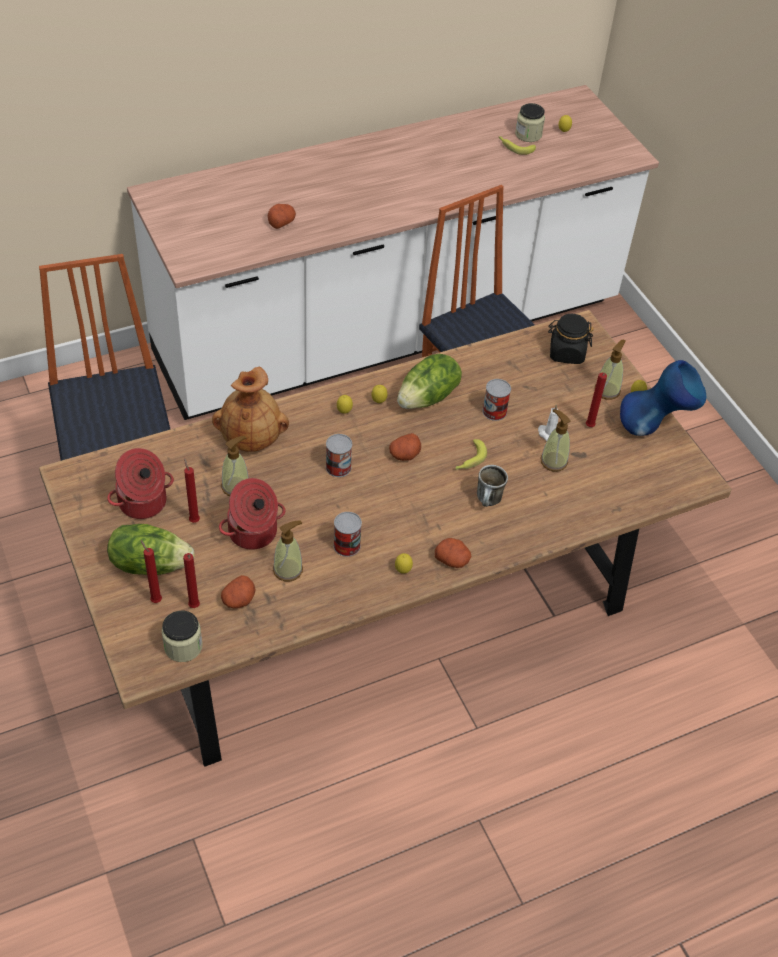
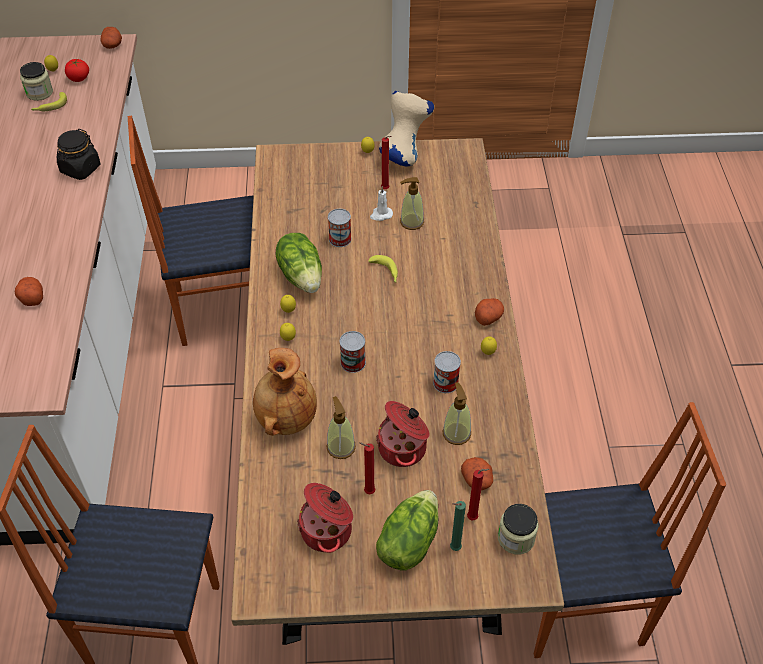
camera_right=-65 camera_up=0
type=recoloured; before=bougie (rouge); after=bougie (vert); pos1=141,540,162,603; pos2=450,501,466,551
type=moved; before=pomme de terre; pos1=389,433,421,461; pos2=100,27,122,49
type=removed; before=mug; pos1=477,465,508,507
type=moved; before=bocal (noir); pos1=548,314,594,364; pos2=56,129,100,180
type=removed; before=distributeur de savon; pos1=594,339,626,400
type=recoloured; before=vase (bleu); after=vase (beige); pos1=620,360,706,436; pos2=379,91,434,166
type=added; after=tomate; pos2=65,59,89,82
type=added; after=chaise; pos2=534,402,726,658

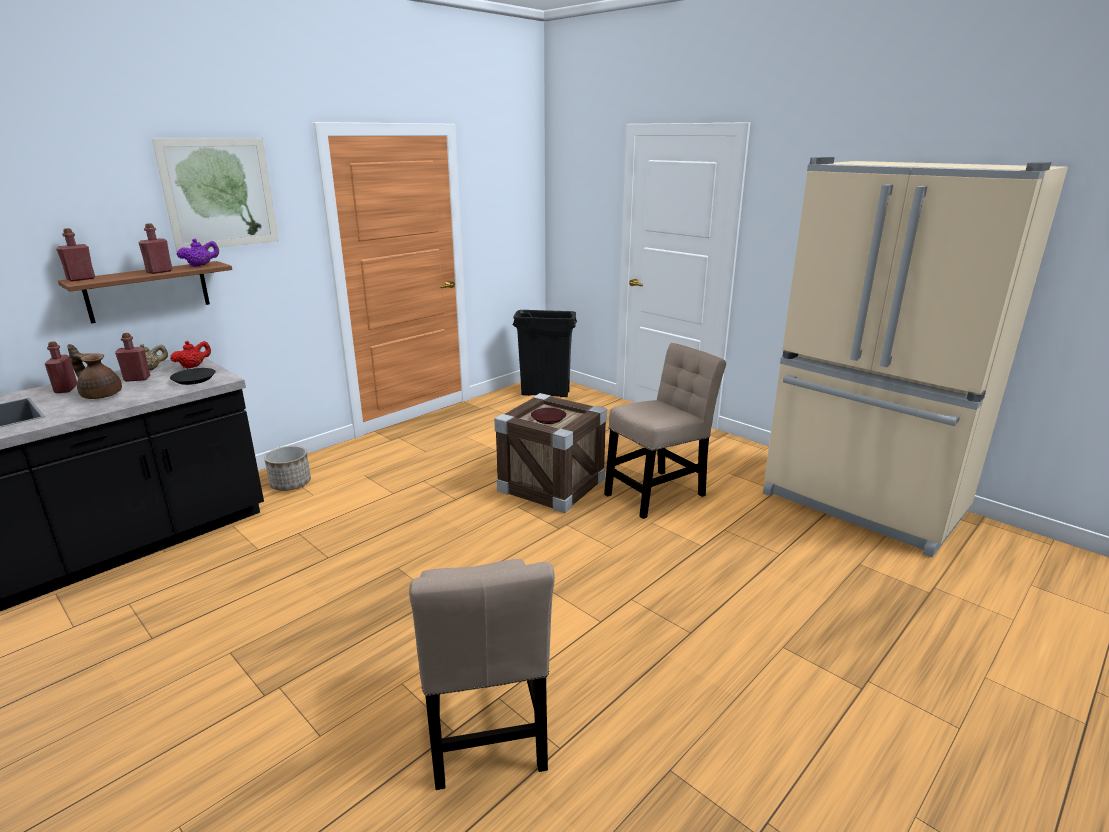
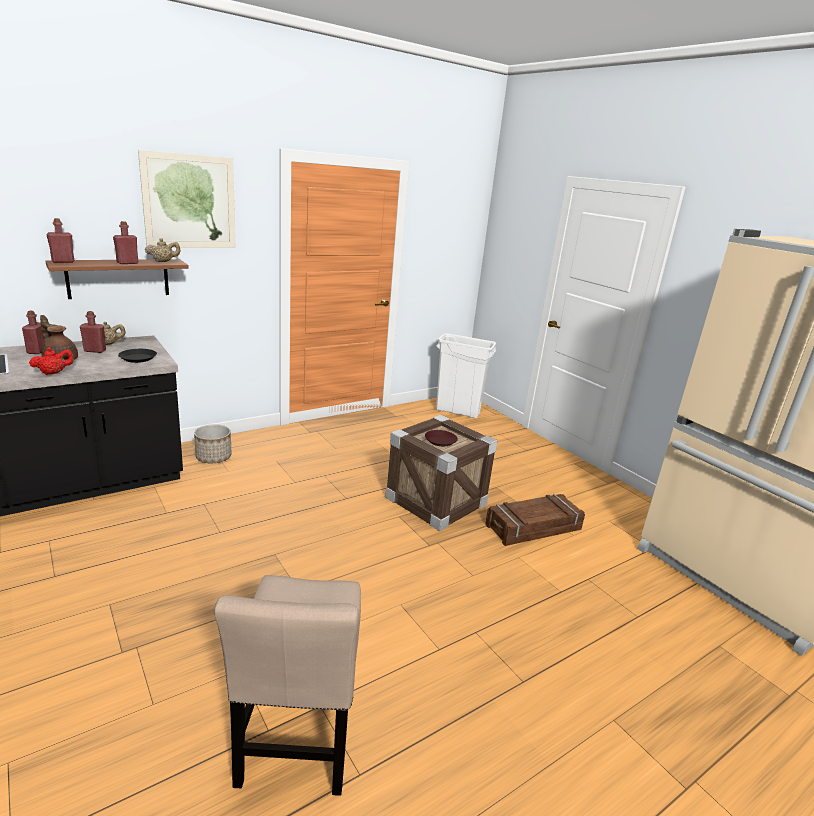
camera_right=10 camera_up=0
type=moved; before=théière (rouge); pos1=170,341,211,369; pos2=29,347,74,375
type=recoloured; before=théière (violet); after=théière (beige); pos1=177,238,219,267; pos2=145,238,181,262
type=recoloured; before=poubelle (noir); after=poubelle (blanc); pos1=513,310,577,397; pos2=436,333,496,419
type=replaced; before=chaise (beige); after=caisse; pos1=604,343,726,519; pos2=485,494,585,546

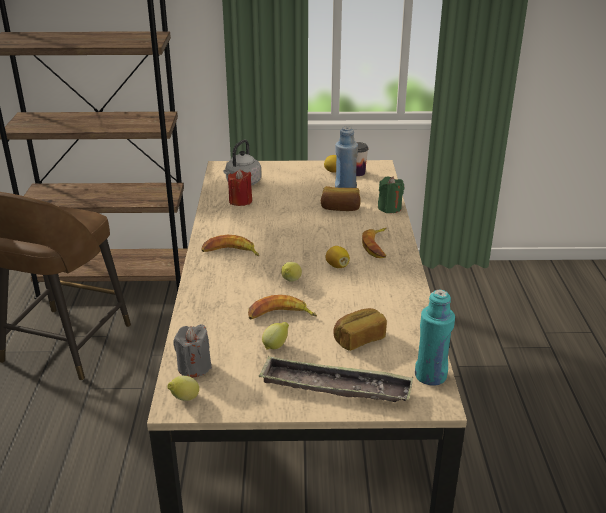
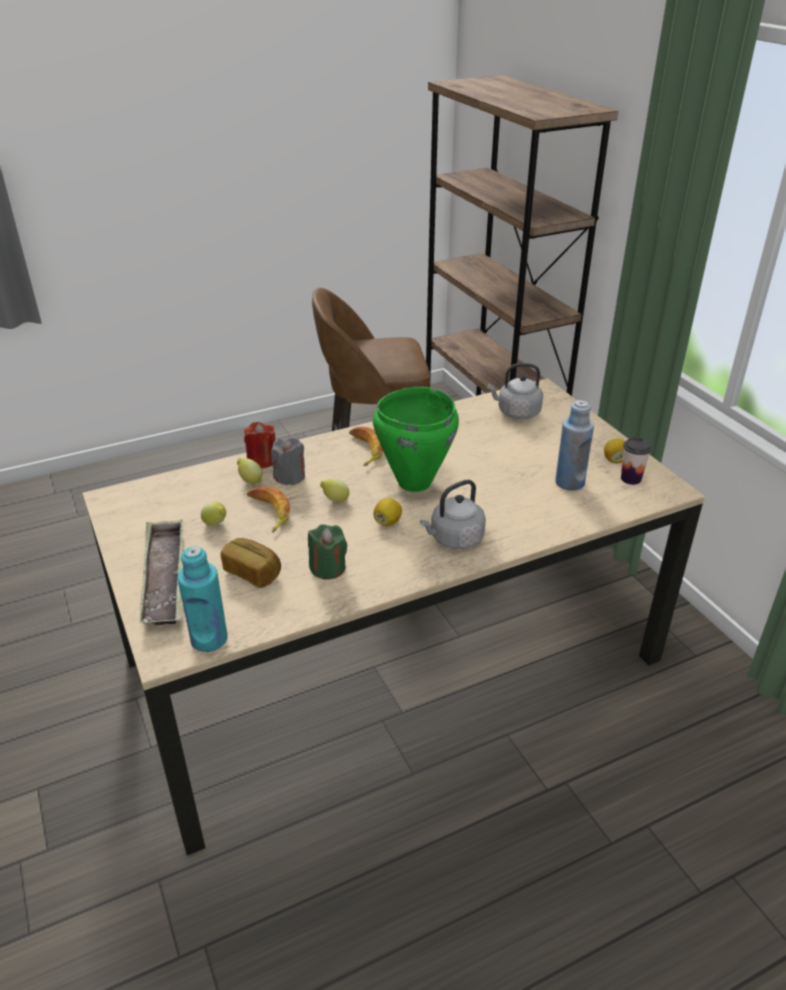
camera_right=65 camera_up=5
type=moved; before=citron; pos1=167,376,199,401; pos2=237,458,263,484
type=moved; before=bougie (gris); pos1=173,324,212,377; pos2=271,438,305,485
type=moved; before=bougie (rouge); pos1=228,169,252,206; pos2=244,422,275,468
type=removed; before=pain; pos1=321,186,361,211
type=replaced; before=banane; after=bouilloire (gris); pos1=362,228,387,258; pos2=420,480,486,549
type=moved; before=bougie (vert); pos1=378,176,404,213; pos2=308,524,347,579
type=added; after=marmite (vert); pos2=373,387,459,492

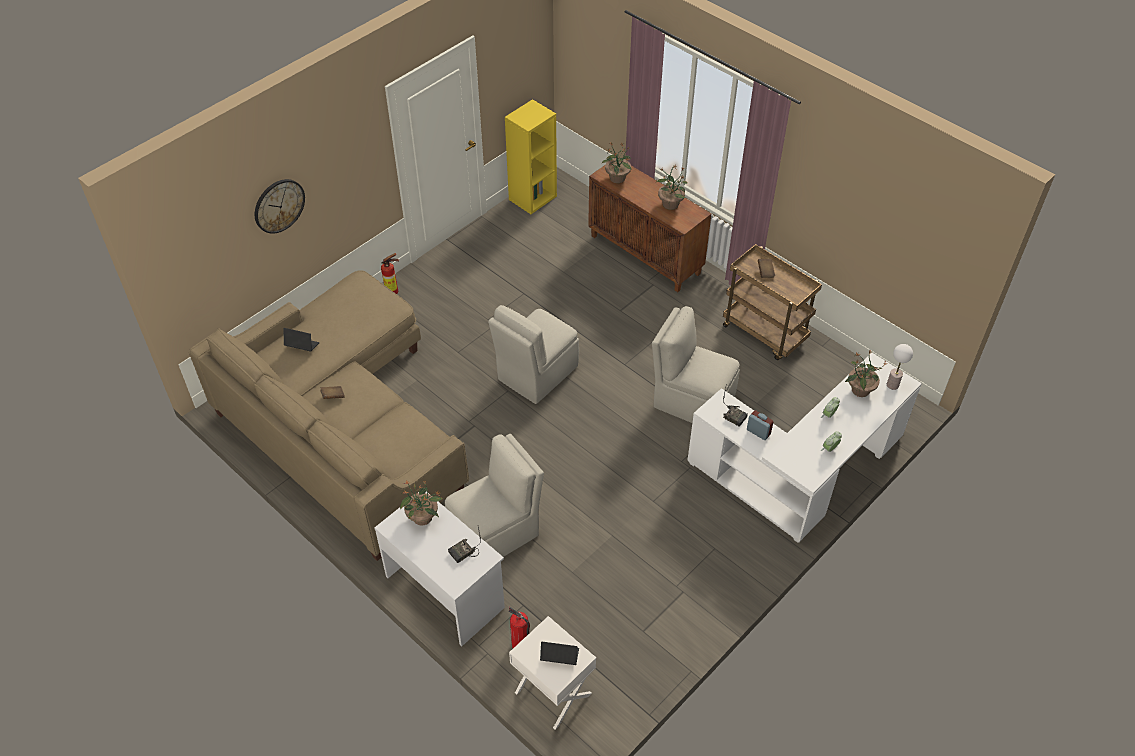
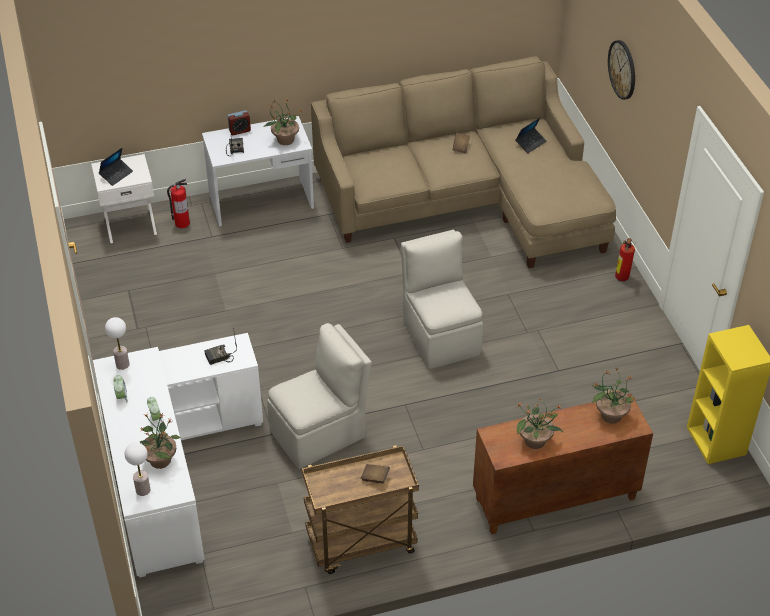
camera_right=120 camera_up=-5
type=removed; before=chaise (beige); pos1=444,434,544,557
type=moved; before=réveil; pos1=747,410,773,440; pos2=228,110,251,135
type=added; after=lampe de table; pos2=105,317,129,370

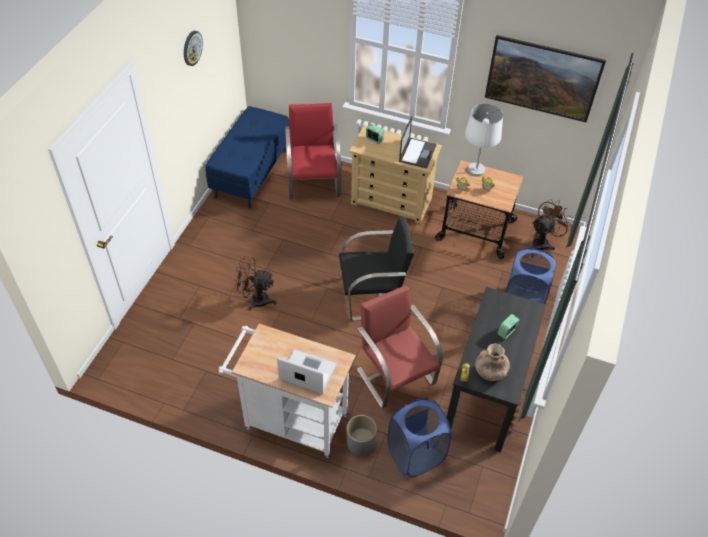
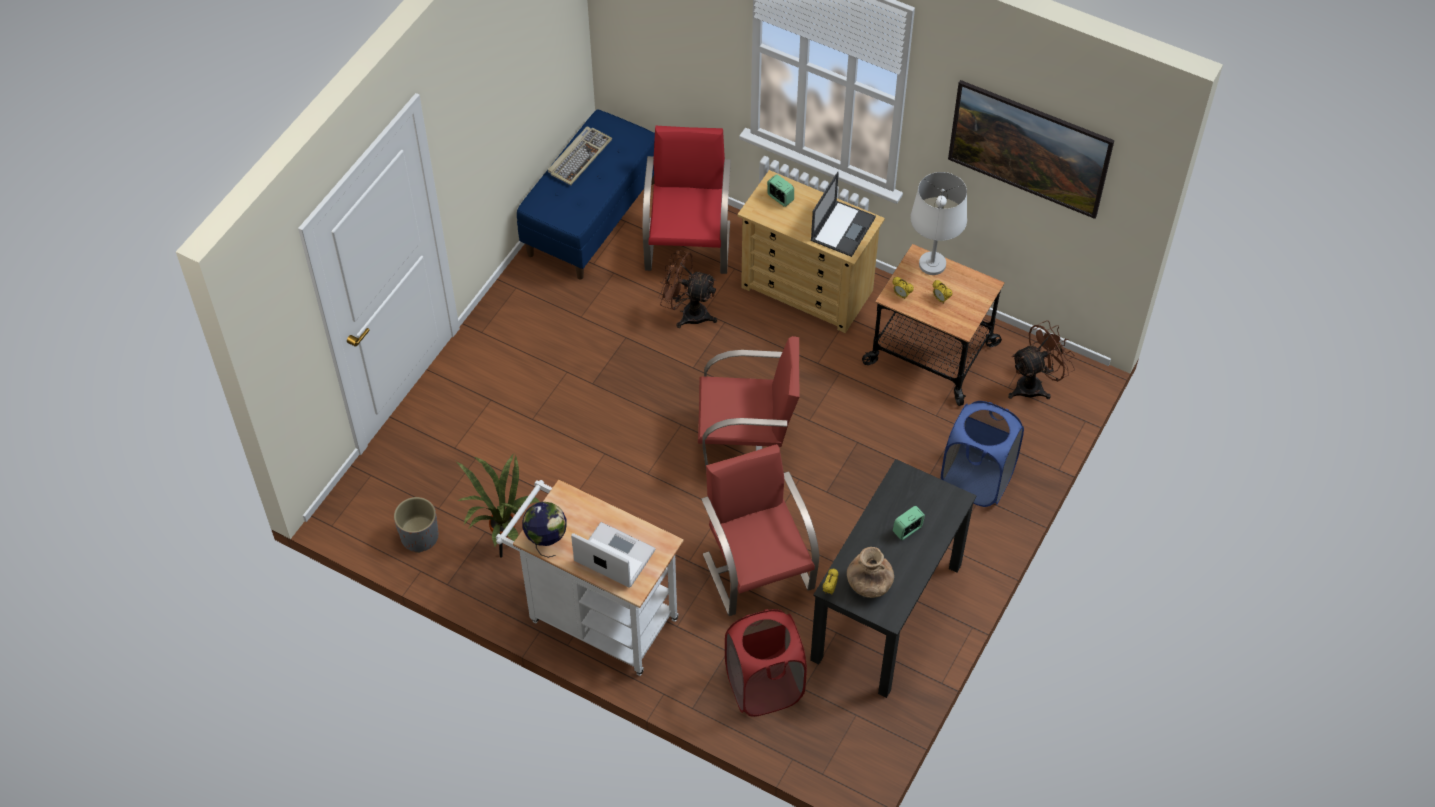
camera_right=10 camera_up=5
type=removed; before=horloge murale; pos1=184,31,203,66
type=moved; before=ventilateur (marron); pos1=234,256,276,310; pos2=658,250,717,328
type=recoloured; before=chaise (noir); after=chaise (rouge); pos1=339,217,414,321; pos2=698,336,800,468
type=moved; before=cache-pot (gris); pos1=346,415,377,456; pos2=394,497,439,553
type=recoloured; before=panier à linge (bleu); after=panier à linge (rouge); pos1=387,398,452,477; pos2=725,609,807,717
type=added; after=plante en pot; pos2=457,454,540,558
type=added; after=globe; pos2=523,502,567,558
type=added; after=clavier; pos2=548,126,612,185

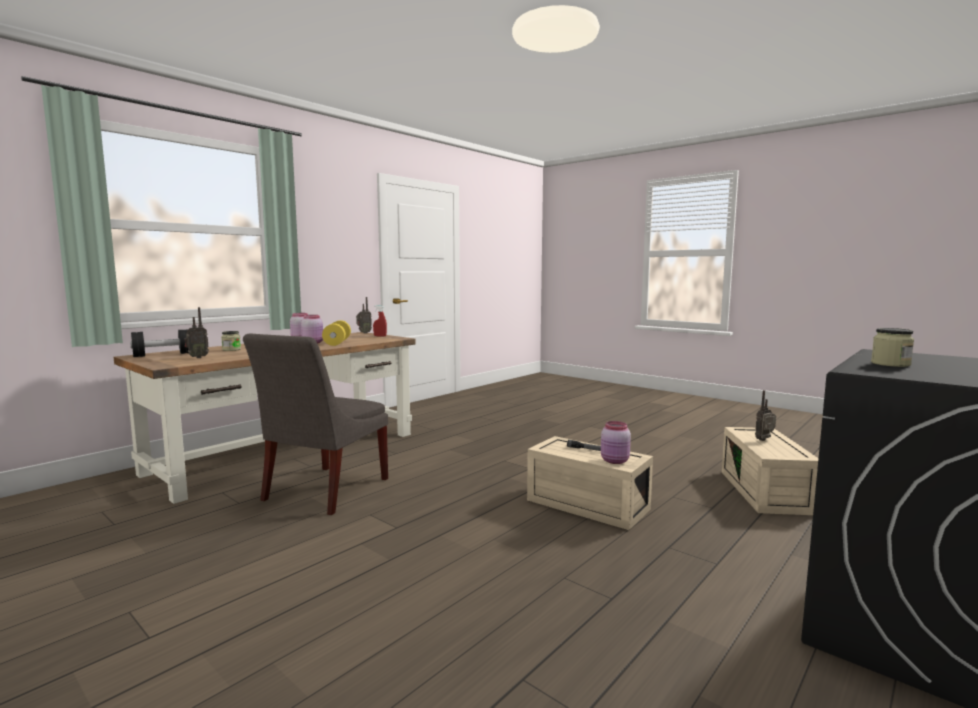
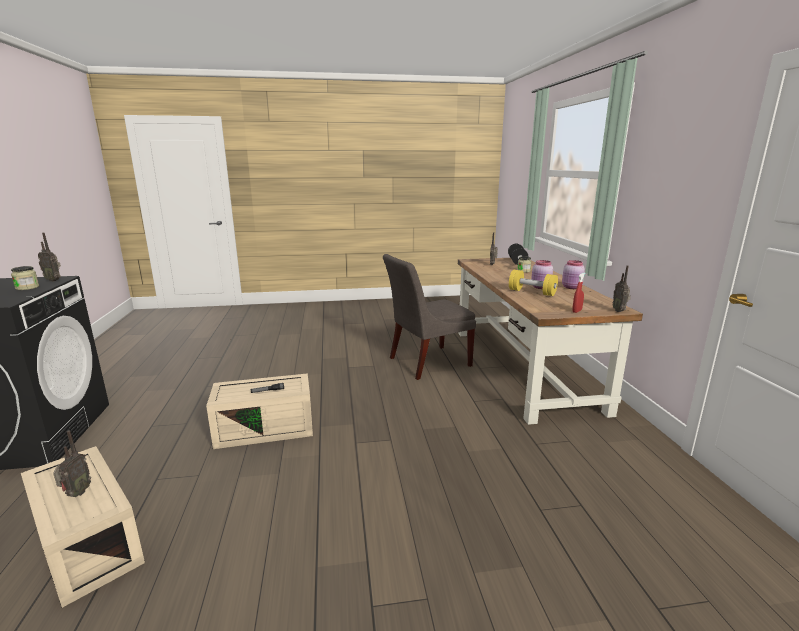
camera_right=130 camera_up=10
type=turned; before=chaise (gris); pos1=243,333,388,515; pos2=383,254,476,380; turn=-90
type=removed; before=bocal (rose); pos1=601,421,631,464
type=added; after=radio; pos2=38,233,61,282

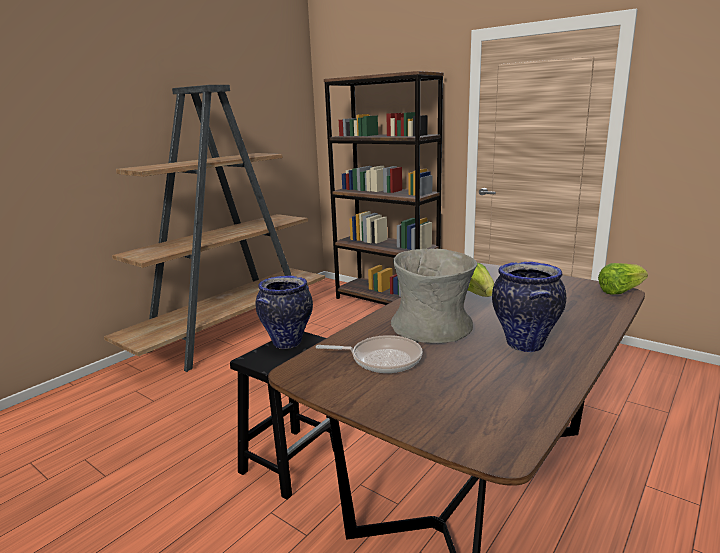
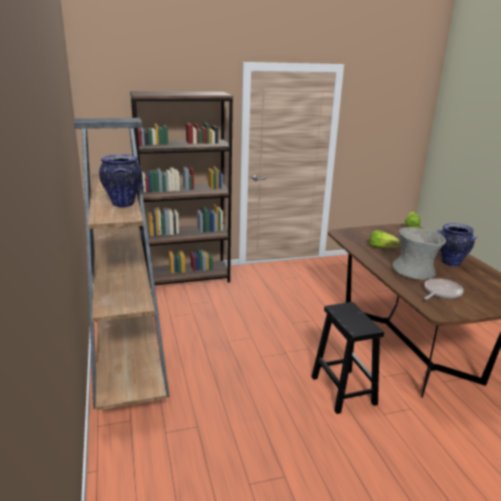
camera_right=-55 camera_up=5
type=moved; before=vase; pos1=256,276,313,349; pos2=99,155,142,207

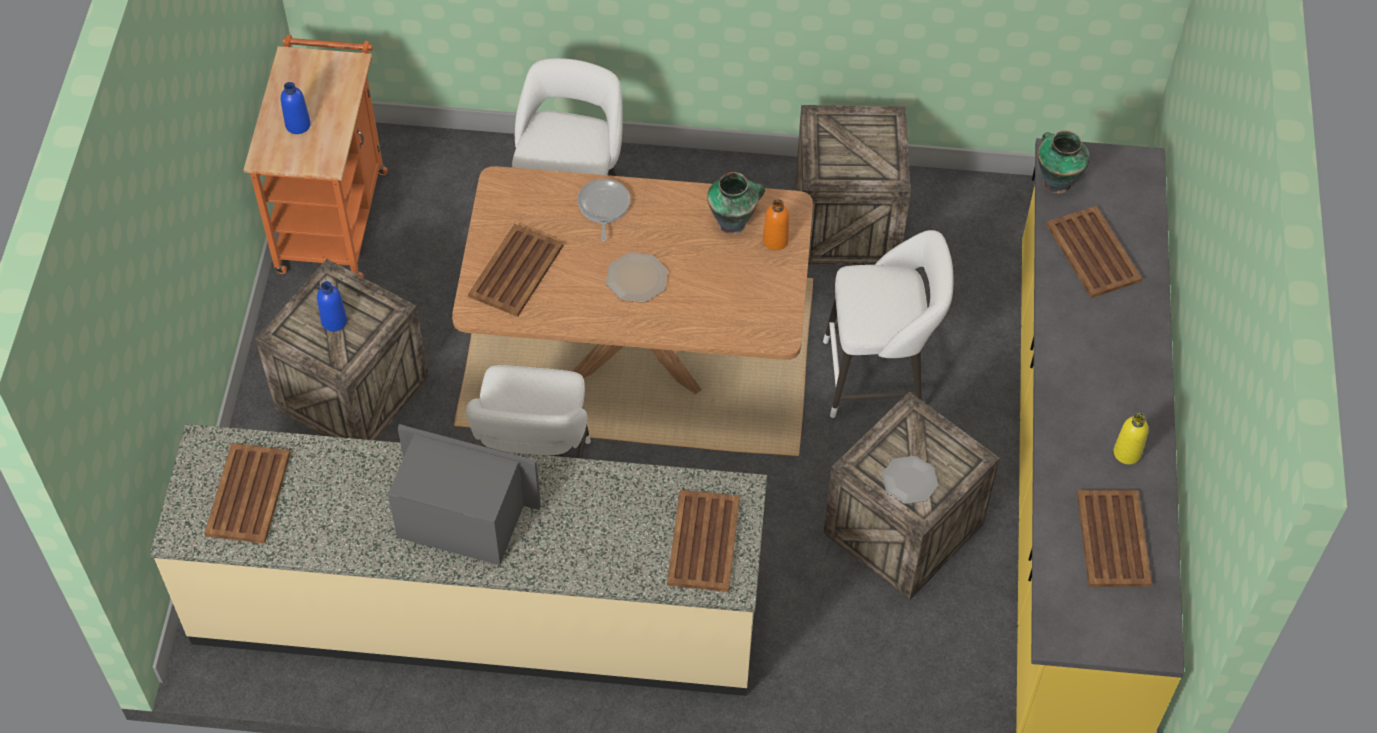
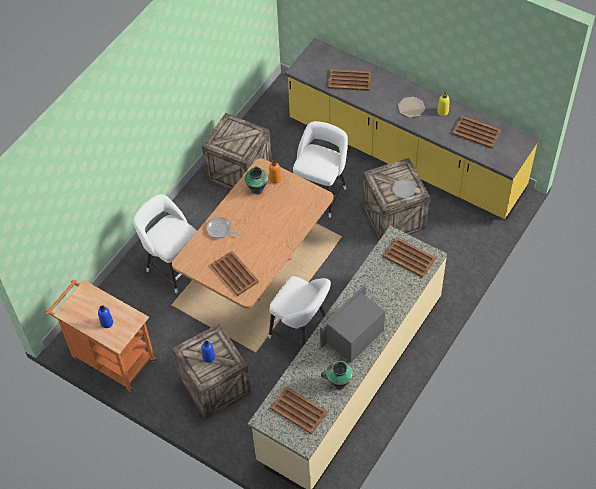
camera_right=-60 camera_up=0
type=moved; before=assiette; pos1=606,252,668,303; pos2=398,97,425,117
type=moved; before=vase; pos1=1038,130,1090,194; pos2=321,361,353,390

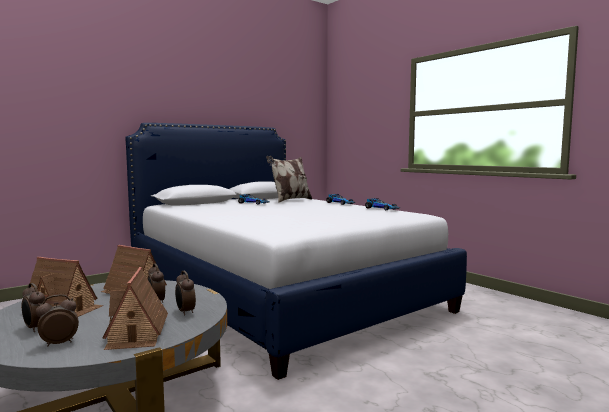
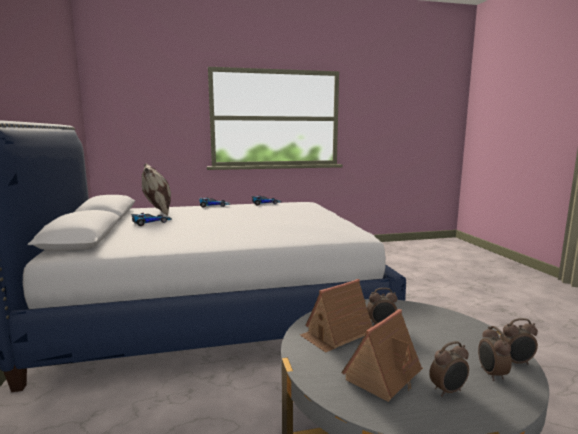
camera_right=-65 camera_up=5
type=removed; before=maison miniature; pos1=102,267,168,350
type=moved; before=réveil; pos1=175,271,196,316; pos2=499,318,538,364

